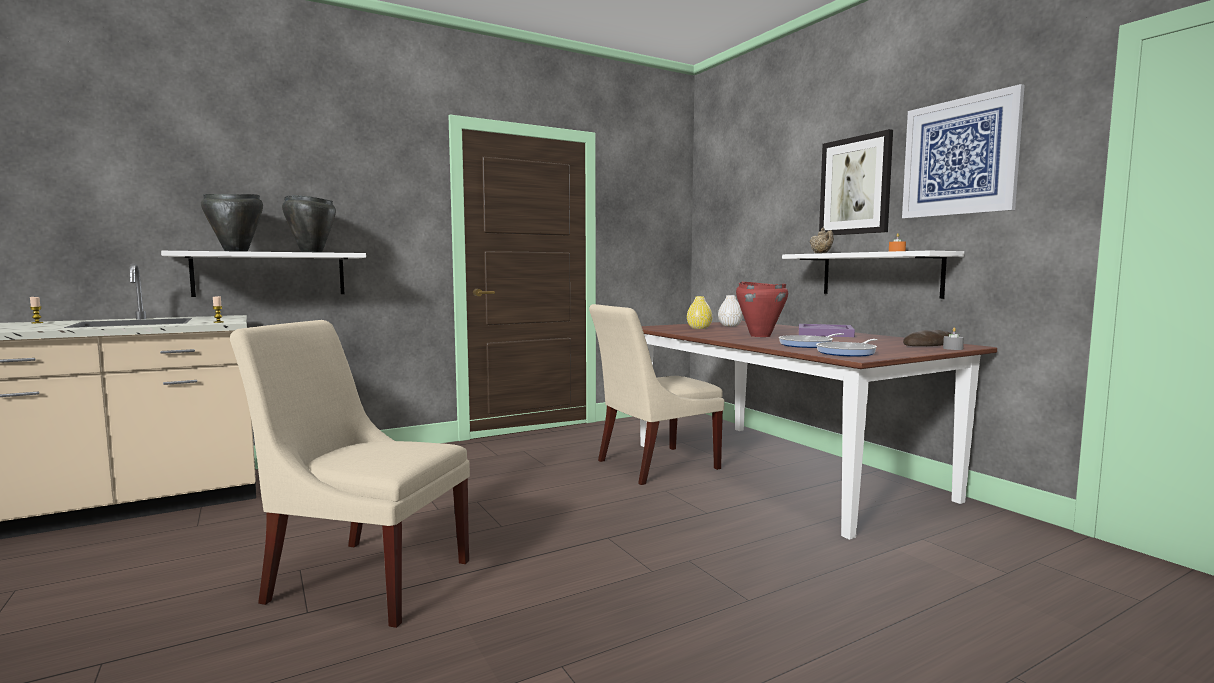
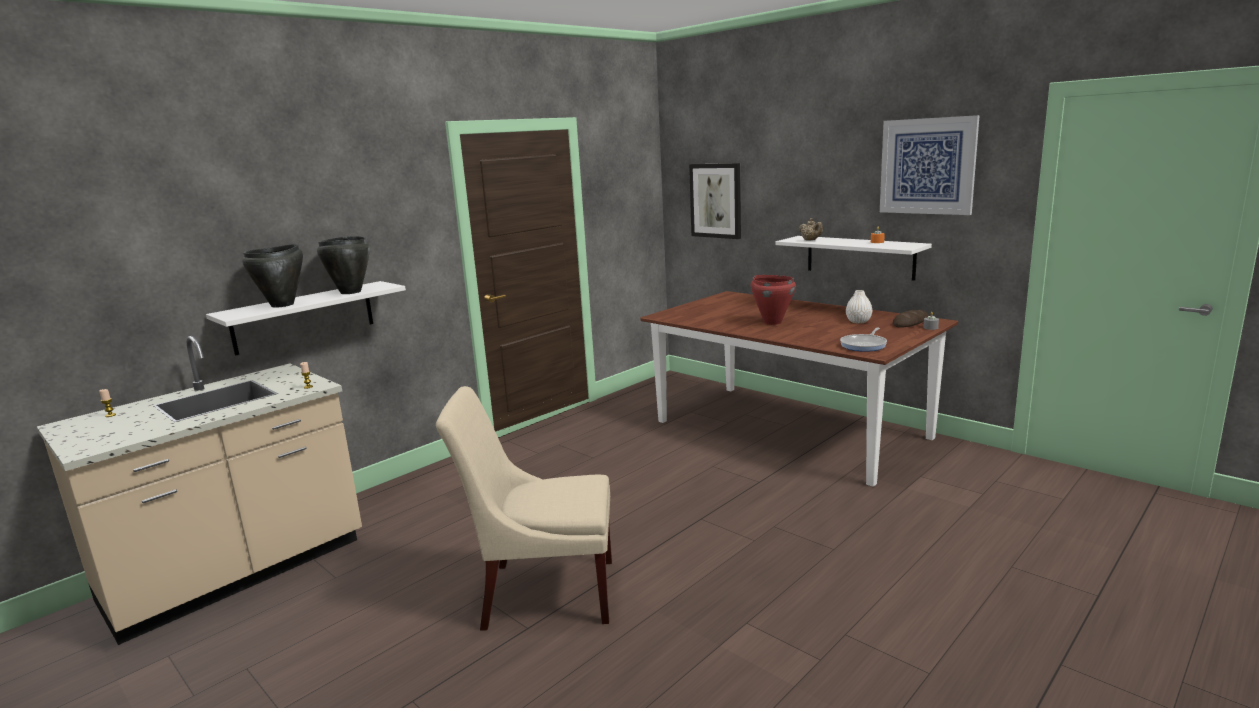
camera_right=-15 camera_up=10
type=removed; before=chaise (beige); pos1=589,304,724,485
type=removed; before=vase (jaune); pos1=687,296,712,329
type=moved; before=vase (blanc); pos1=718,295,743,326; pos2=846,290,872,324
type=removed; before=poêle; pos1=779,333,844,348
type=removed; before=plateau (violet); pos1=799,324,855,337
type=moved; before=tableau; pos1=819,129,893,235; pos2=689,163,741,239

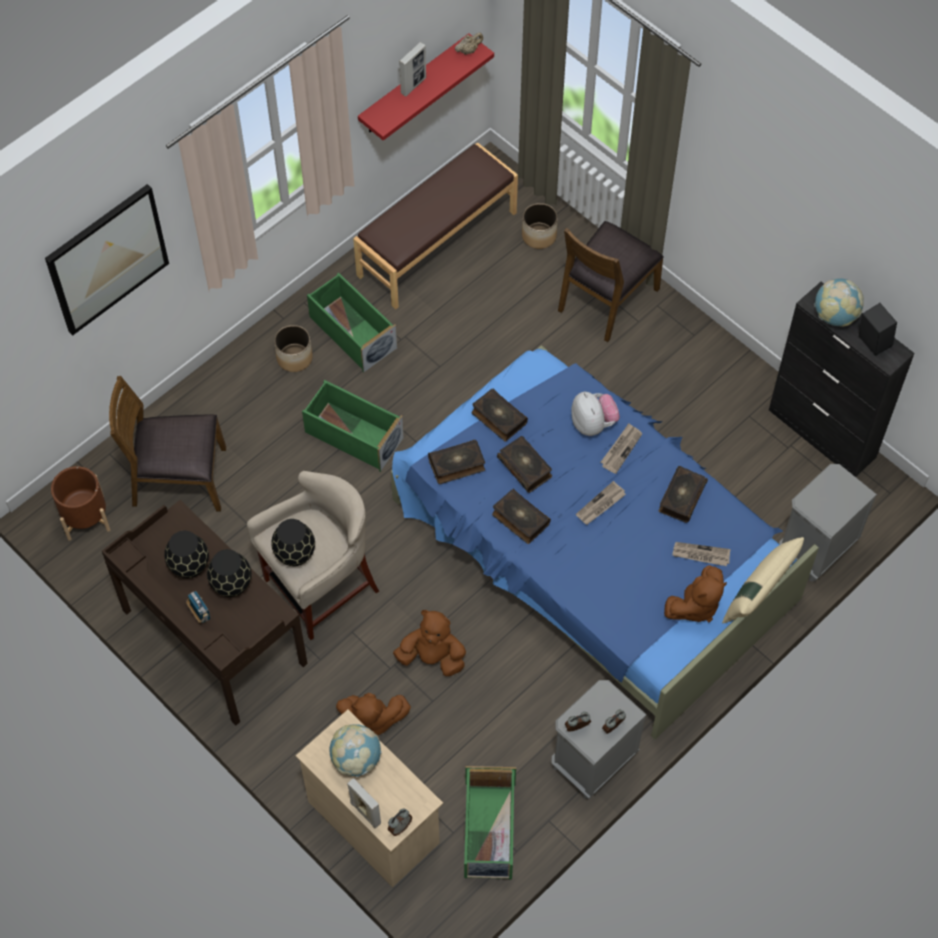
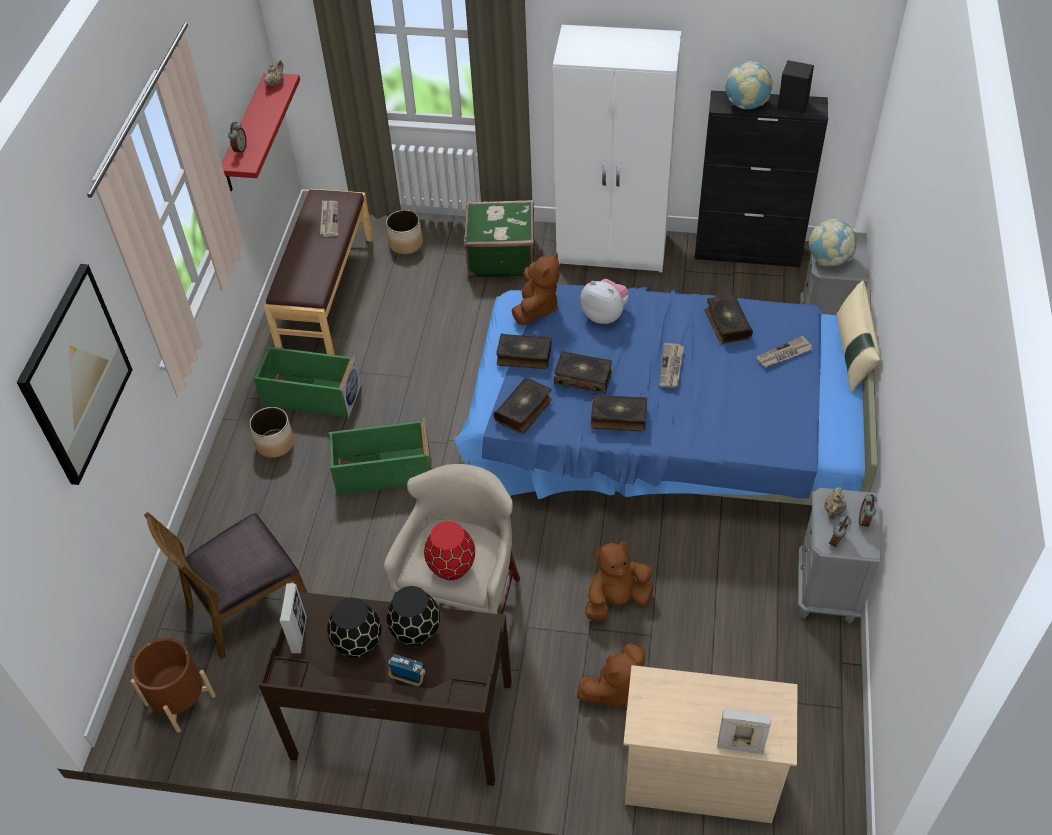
camera_right=-35 camera_up=-10
type=recoloured; before=vase (noir); after=vase (rouge); pos1=271,519,315,566; pos2=424,521,475,580
type=moved; before=globe; pos1=329,724,382,777; pos2=809,219,857,267
type=moved; before=réveil; pos1=388,809,412,836; pos2=228,122,247,155
type=moved; before=cadre photo; pos1=399,42,426,96; pos2=280,583,307,654
type=removed; before=boîte de rangement (vert); pos1=464,766,516,880
type=replaced; before=chaise (marron); after=valise (vert); pos1=558,221,664,342; pos2=464,200,534,278
type=moved; before=journal; pos1=601,423,642,474; pos2=320,200,338,237
type=moved; before=peluche (marron); pos1=664,565,727,622; pos2=512,253,560,325
type=added; after=armoire (blanc); pos2=553,25,681,272
type=added; after=théière (beige); pos2=824,487,847,520

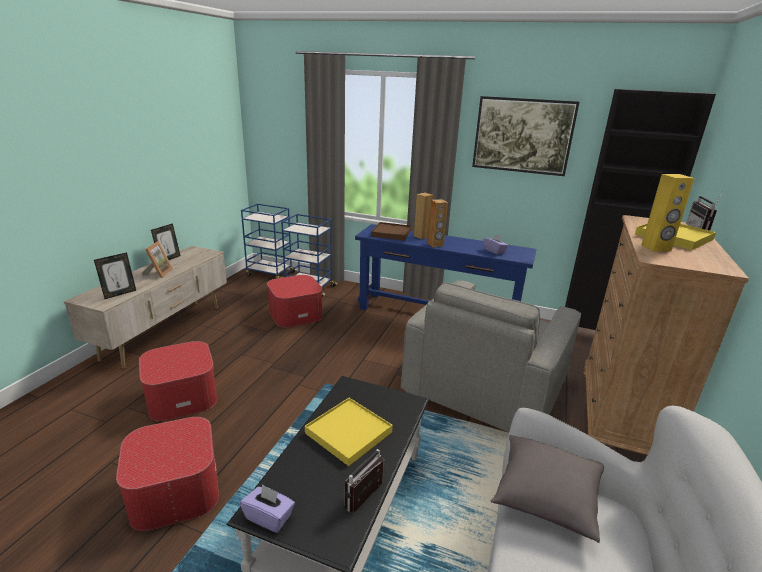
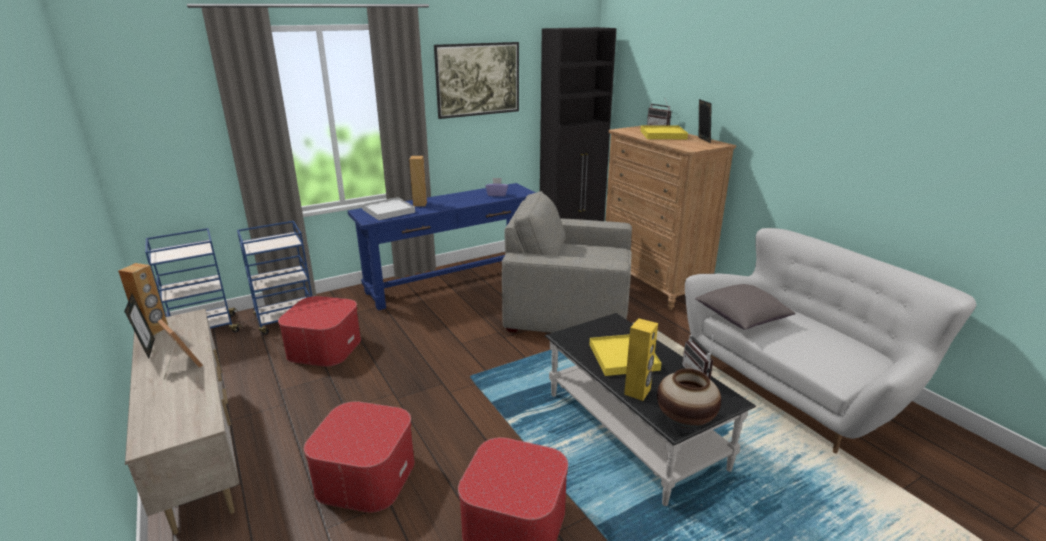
camera_right=-50 camera_up=0
type=moved; before=cadre photo; pos1=94,252,136,299; pos2=699,99,712,143
type=replaced; before=boîte à mouchoirs (violet); after=vase; pos1=240,484,295,533; pos2=657,368,721,428
type=recoloured; before=plateau (marron); after=plateau (blanc); pos1=371,222,412,241; pos2=362,197,415,220
type=turned; before=fauteuil (gris); pos1=401,280,581,432; pos2=502,191,632,333; turn=120
type=moved; before=enceinte (marron); pos1=427,199,448,247; pos2=118,263,168,336
type=moved; before=enceinte (jaune); pos1=641,174,695,251; pos2=624,318,658,401

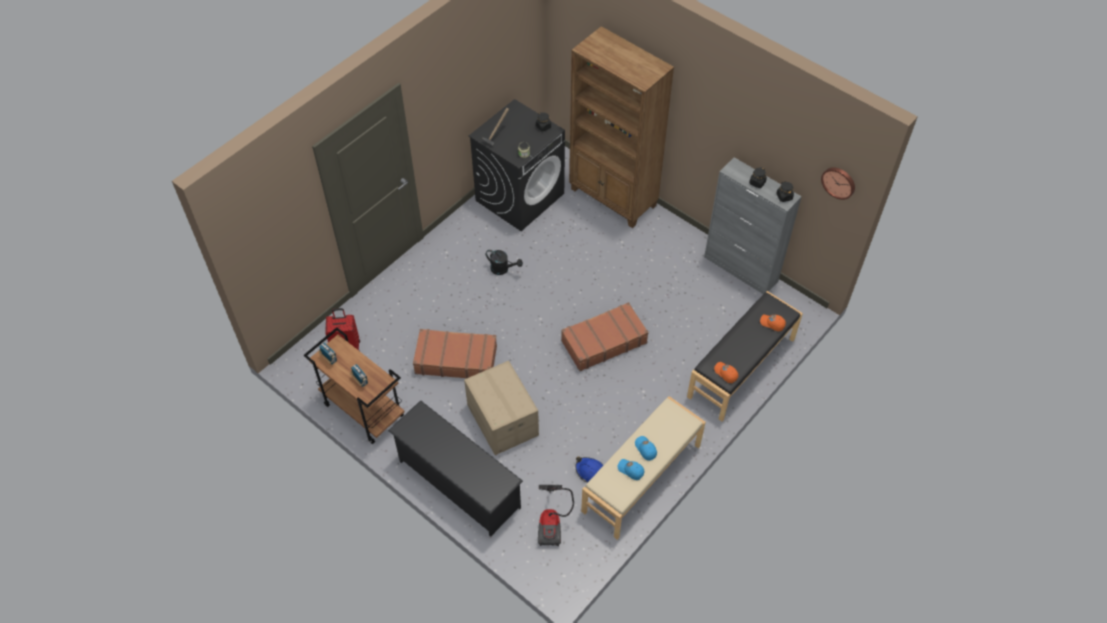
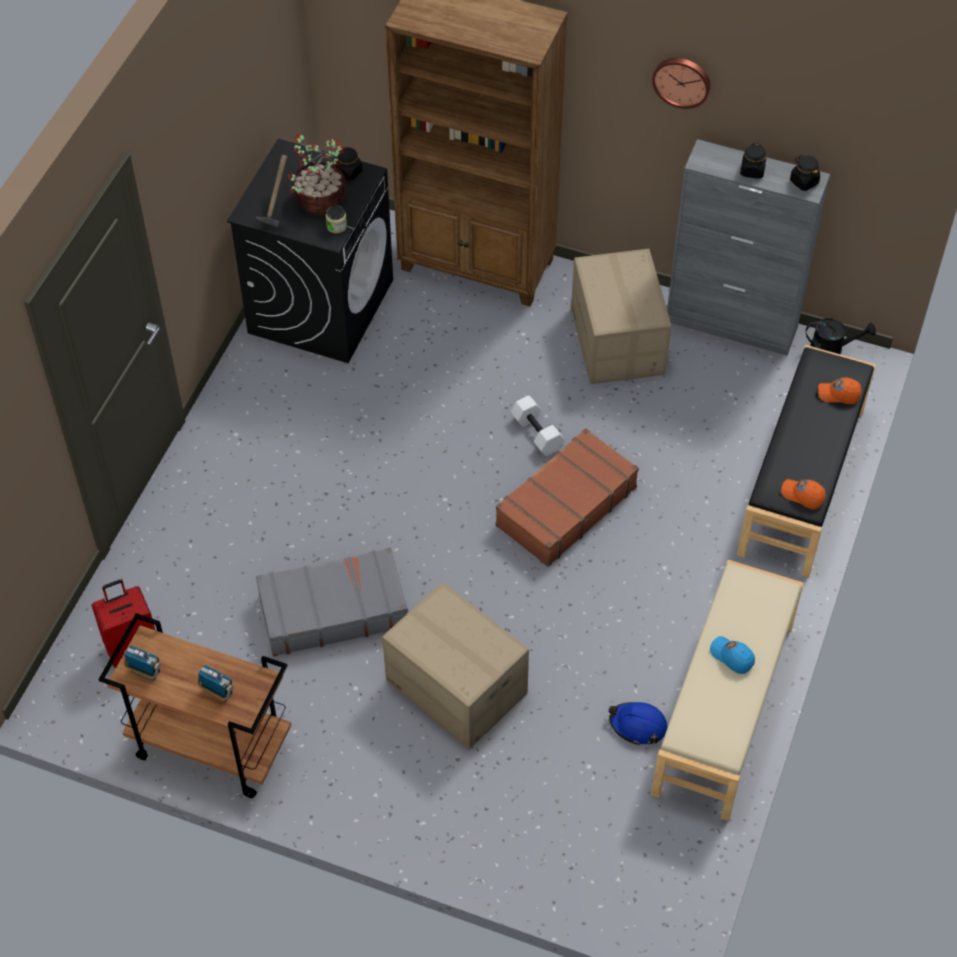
camera_right=-20 camera_up=0
type=removed; before=étagère à chaussures (noir); pos1=388,400,523,537
type=recoloured; before=valise (marron); after=valise (gris); pos1=413,329,497,379; pos2=256,547,408,657
type=moved; before=arrosoir (noir); pos1=486,250,523,275; pos2=806,318,876,354
type=removed; before=aspirateur; pos1=538,485,574,546
type=removed; before=casquette (bleu); pos1=618,459,644,480
type=moved; before=horloge murale; pos1=821,167,855,200; pos2=652,58,711,109
type=added; after=plante en pot; pos2=288,134,346,215
type=added; after=haltère (blanc); pos2=511,395,565,456
type=added; after=carton; pos2=571,249,672,384

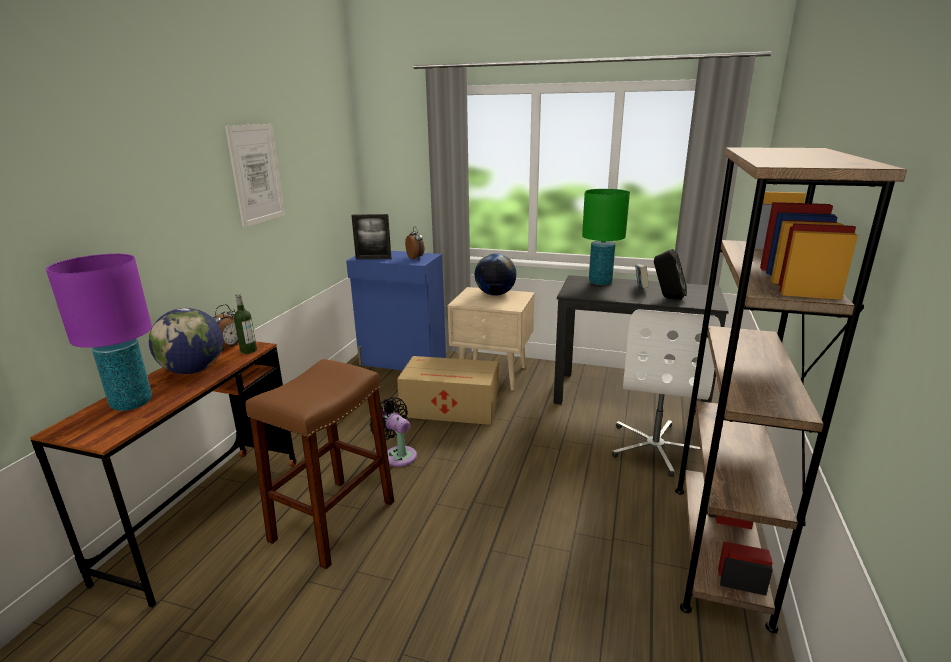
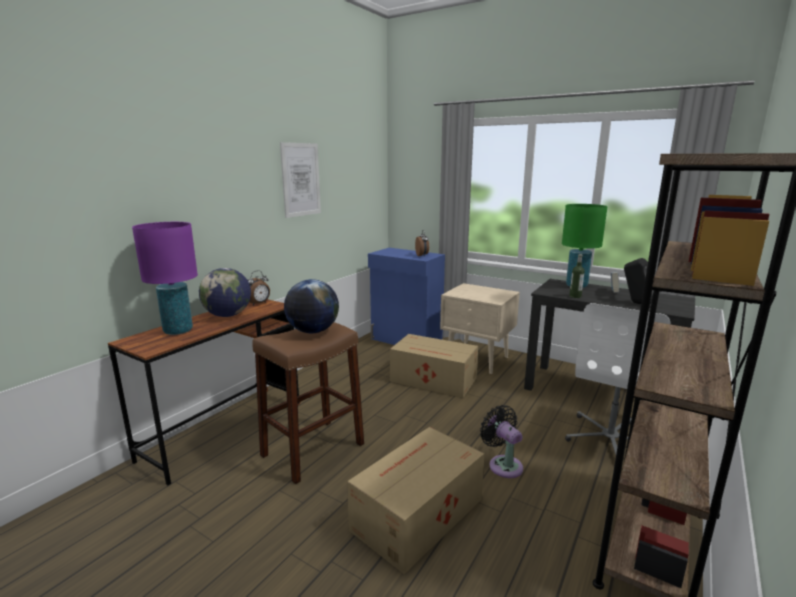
camera_right=15 camera_up=-5
type=moved; before=bouteille; pos1=234,293,257,354; pos2=569,254,585,298
type=removed; before=cadre photo; pos1=351,214,391,259
type=moved; before=ventilateur (noir); pos1=369,397,417,467; pos2=480,405,523,478
type=moved; before=globe; pos1=475,253,517,296; pos2=284,279,339,333
type=added; after=carton; pos2=347,427,485,574

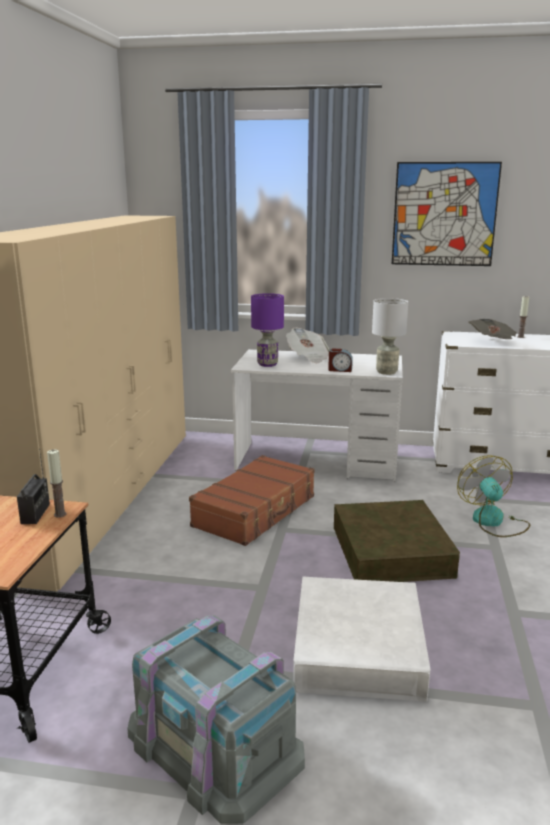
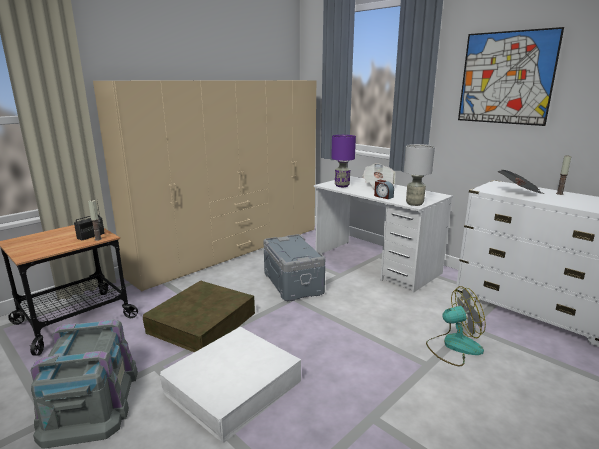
camera_right=35 camera_up=0
type=replaced; before=valise (marron); after=boîte de rangement (gris); pos1=189,455,315,546; pos2=264,234,325,301
type=moved; before=boîte de rangement (marron); pos1=334,500,460,582; pos2=143,280,255,352
type=turned; before=ventilateur; pos1=457,455,530,537; pos2=426,286,486,366; turn=60

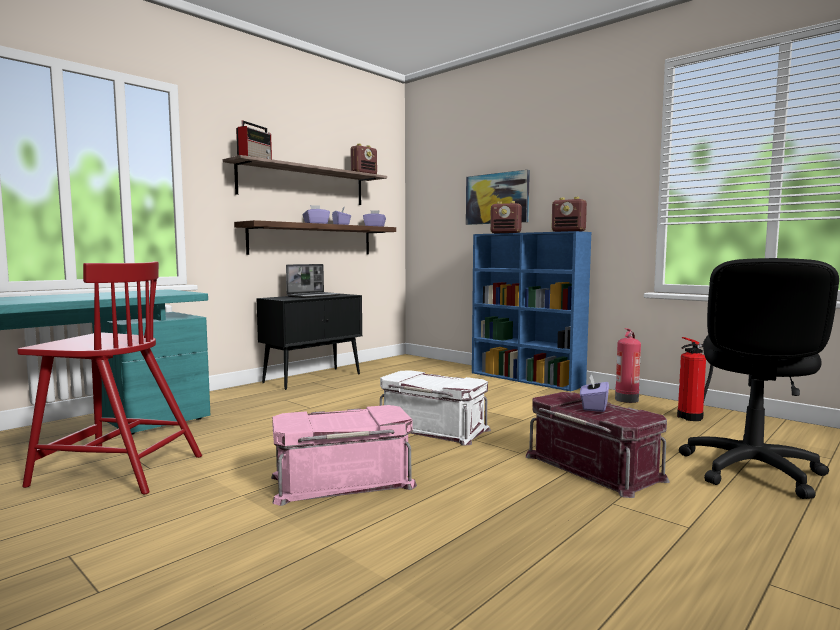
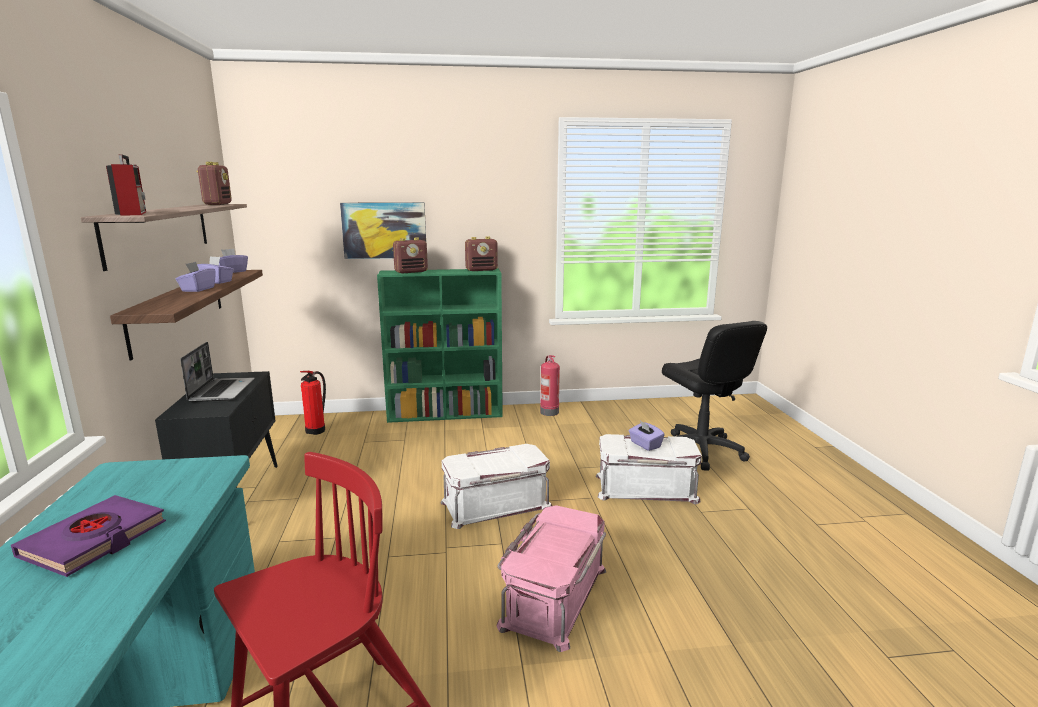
camera_right=-50 camera_up=10
type=recoloured; before=bibliothèque (bleu); after=bibliothèque (vert); pos1=472,231,591,391; pos2=377,269,503,423
type=recoloured; before=boîte de rangement (rouge); after=boîte de rangement (blanc); pos1=526,392,670,498; pos2=596,434,702,505
type=moved; before=extincteur; pos1=677,337,713,421; pos2=300,371,326,435
type=added; after=livre (violet); pos2=11,495,166,577

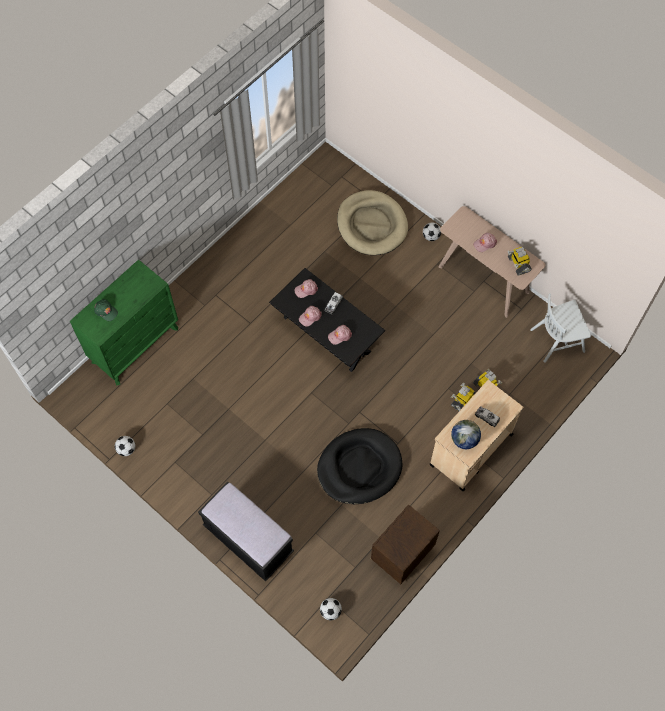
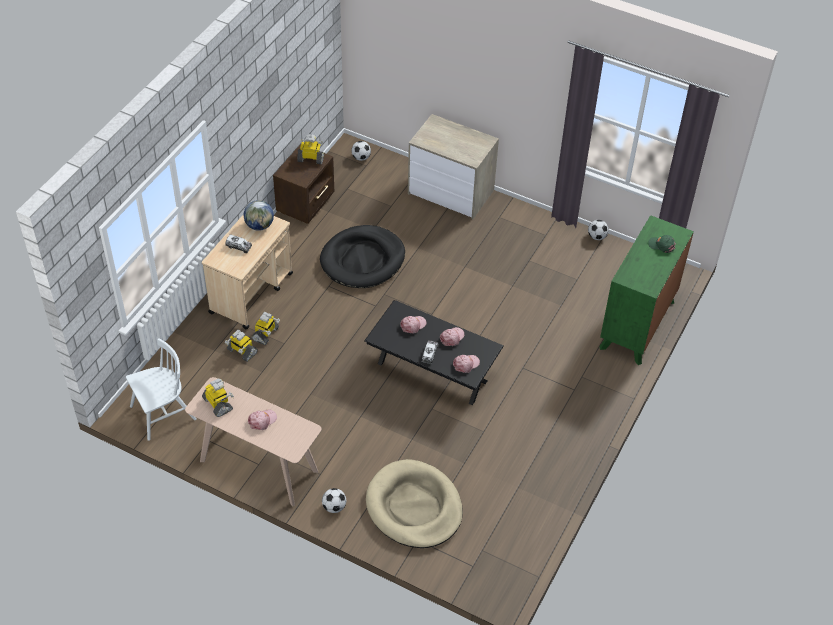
camera_right=165 camera_up=-15
type=replaced; before=banc (noir); after=commode; pos1=198,481,294,581; pos2=408,114,499,220
type=added; after=robot jouet; pos2=297,134,324,164

